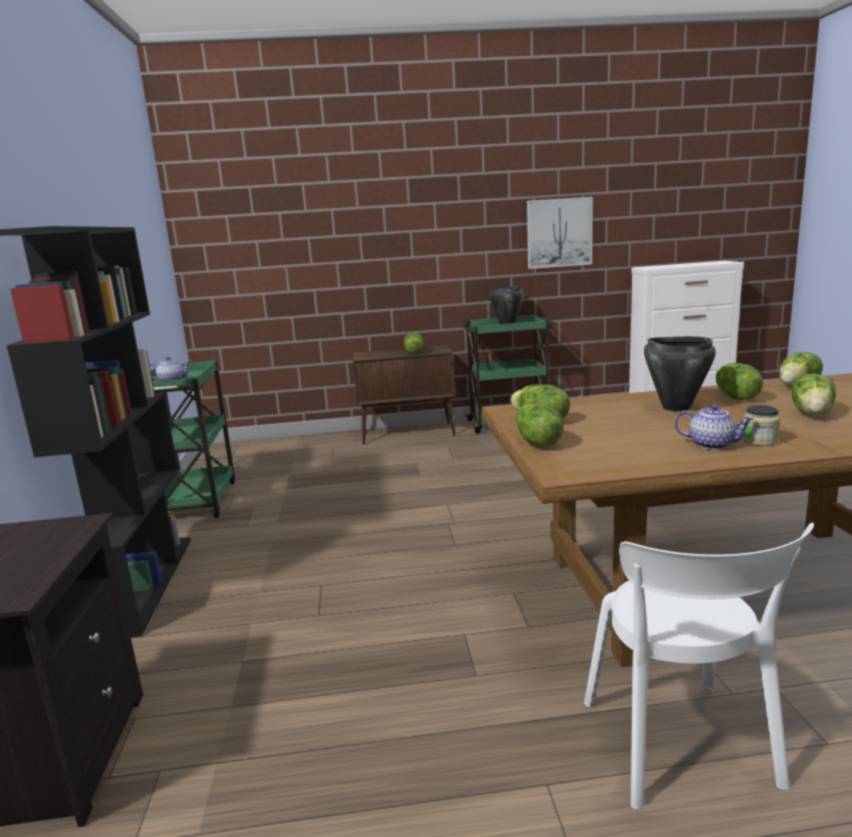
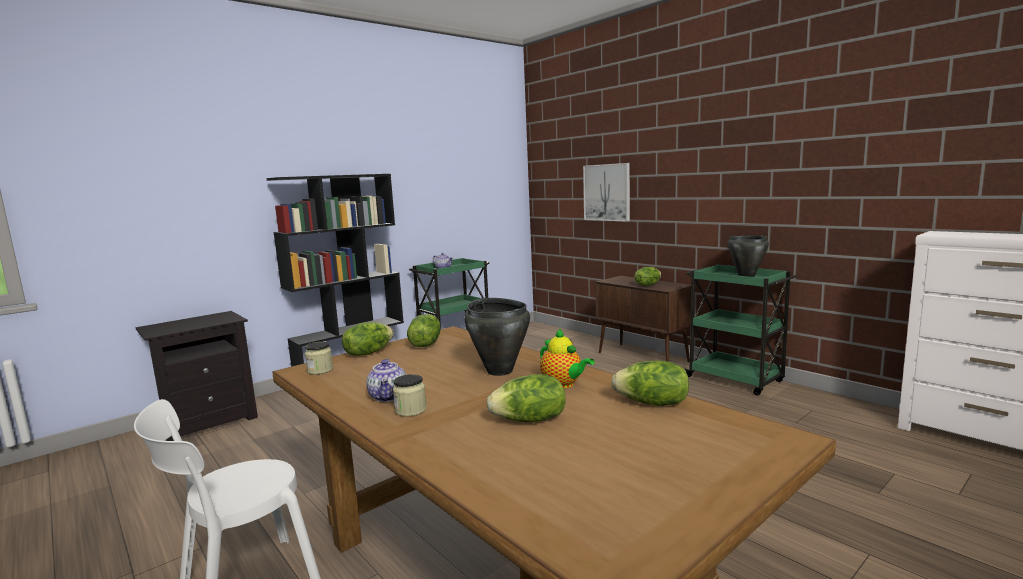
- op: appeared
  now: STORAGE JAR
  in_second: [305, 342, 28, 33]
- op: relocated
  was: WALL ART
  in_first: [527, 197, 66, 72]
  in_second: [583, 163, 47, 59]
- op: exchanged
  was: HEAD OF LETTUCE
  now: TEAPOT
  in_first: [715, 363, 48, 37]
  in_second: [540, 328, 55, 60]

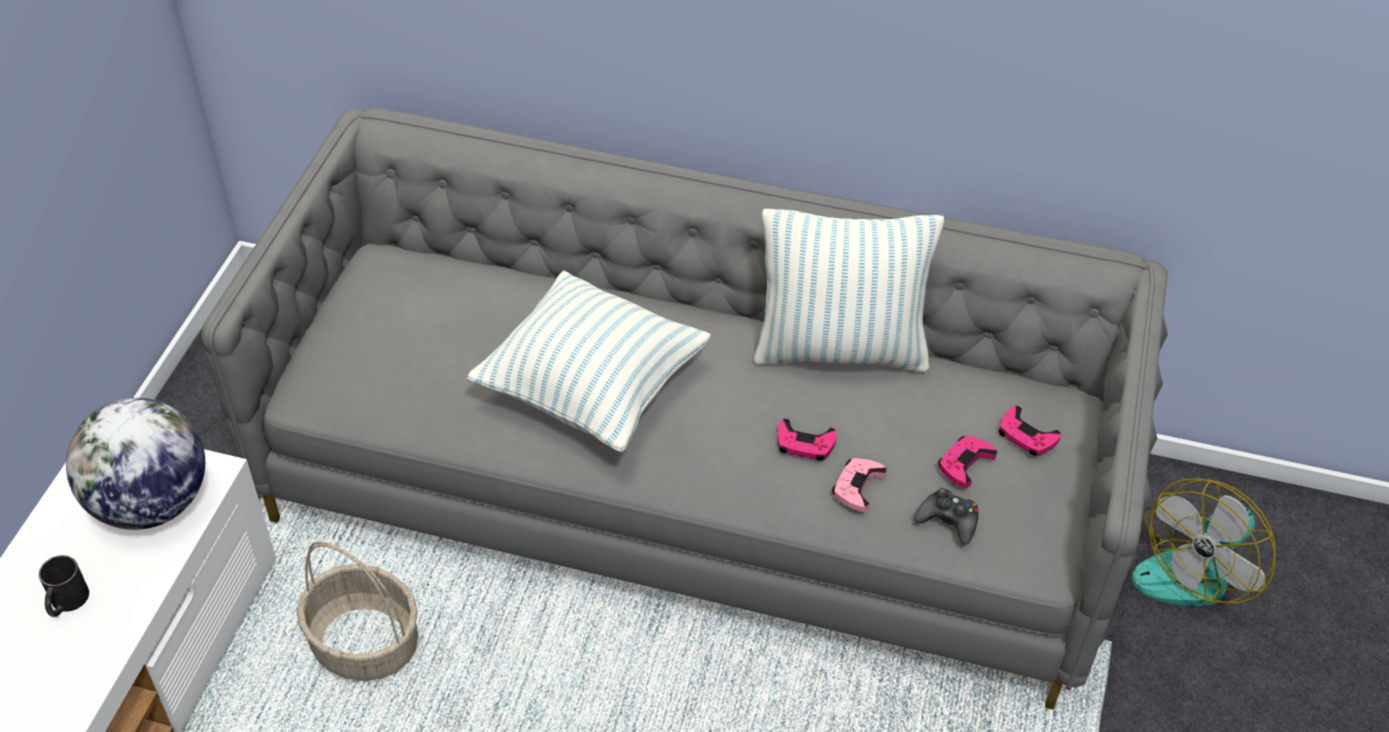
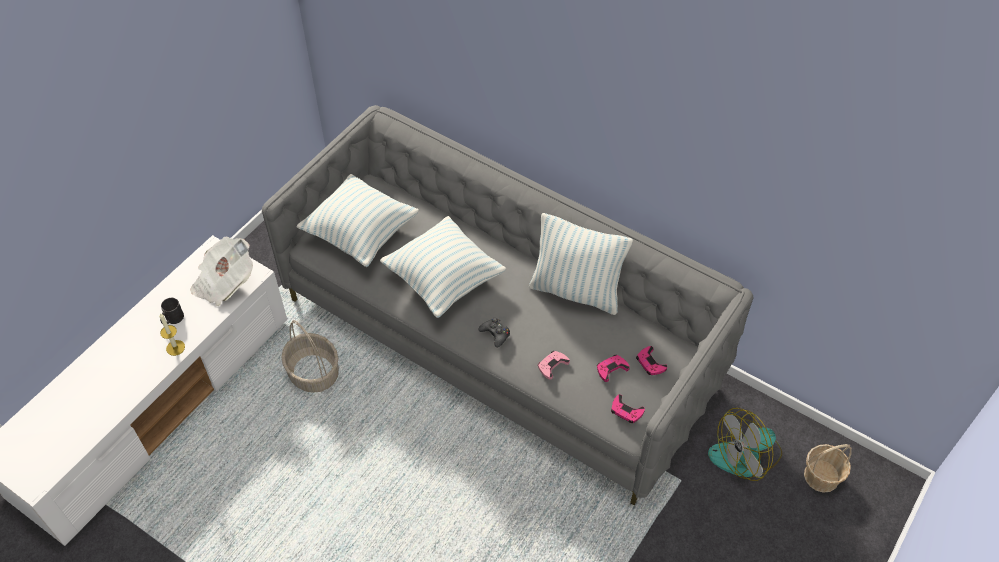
- op: appeared
  now: WAX LIGHT
  in_second: [159, 313, 26, 43]
- op: appeared
  now: PILLOW
  in_second: [297, 174, 122, 93]
- op: appeared
  now: STORAGE BASKET
  in_second: [804, 444, 48, 49]
- op: relocated
  was: PINK-COLOURED JOYPAD
  in_first: [777, 418, 60, 43]
  in_second: [611, 394, 34, 29]
- op: relocated
  was: BLACK-COLOURED JOYPAD
  in_first: [914, 488, 64, 56]
  in_second: [478, 318, 32, 30]
- op: exchanged
  was: GLOBE
  now: NEWSPAPER
  in_first: [66, 398, 139, 132]
  in_second: [190, 236, 63, 70]

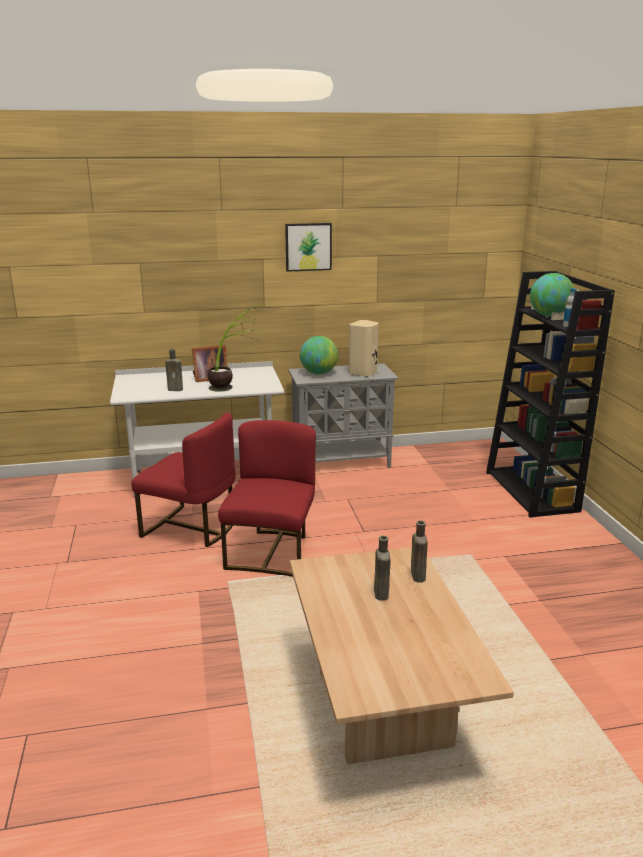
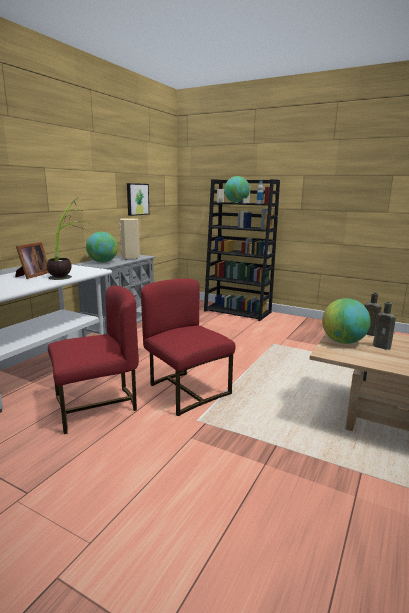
- op: missing
  was: BROWNISH BEVERAGE BOTTLE
  in_first: [166, 349, 17, 42]
- op: appeared
  now: GLOBE
  in_second: [322, 298, 49, 46]
- op: relocated
  was: WALL ART
  in_first: [285, 223, 47, 49]
  in_second: [127, 183, 22, 33]

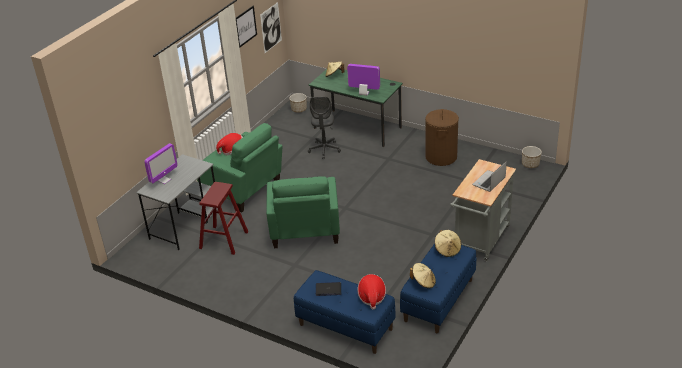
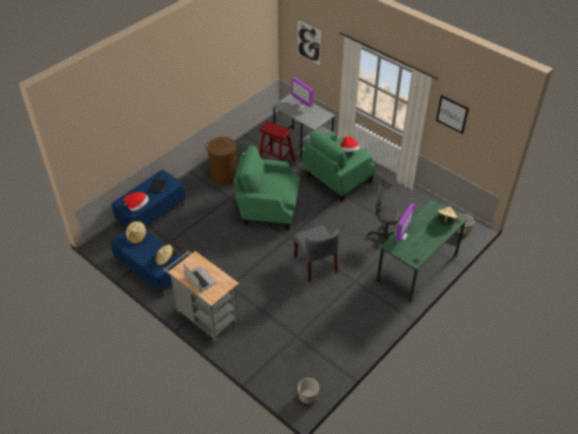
- op: appeared
  now: GRAY CHAIR
  in_second: [293, 226, 46, 56]
- op: relocated
  was: WALL ART
  in_first: [260, 2, 22, 51]
  in_second: [298, 20, 23, 45]
- op: relocated
  was: BROWNISH LAUNDRY BASKET
  in_first: [425, 109, 34, 57]
  in_second: [205, 137, 34, 48]

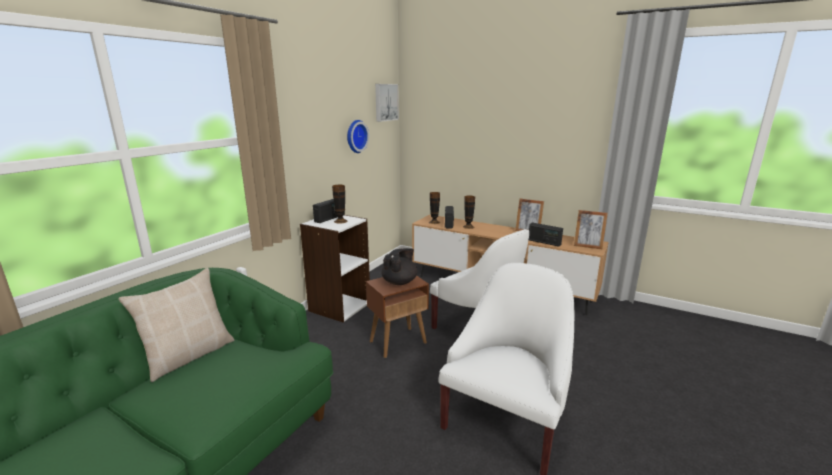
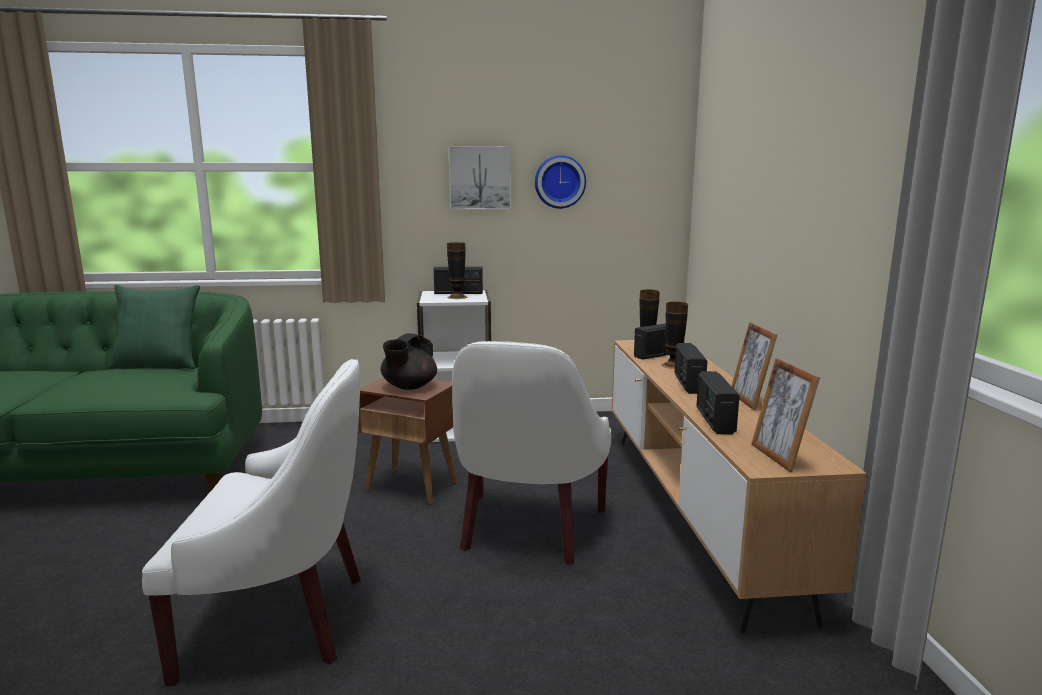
- op: appeared
  now: RADIO
  in_second: [674, 343, 34, 51]
- op: relocated
  was: WALL ART
  in_first: [375, 84, 24, 38]
  in_second: [449, 146, 62, 64]
- op: colour
  was: BEIGE PILLOW
  now: GREEN PILLOW
  in_first: [119, 268, 115, 114]
  in_second: [109, 285, 91, 84]
- op: spun
  was: BLACK-COLOURED TEAPOT
  in_first: [382, 248, 35, 37]
  in_second: [381, 333, 56, 57]
  clockwise: 120

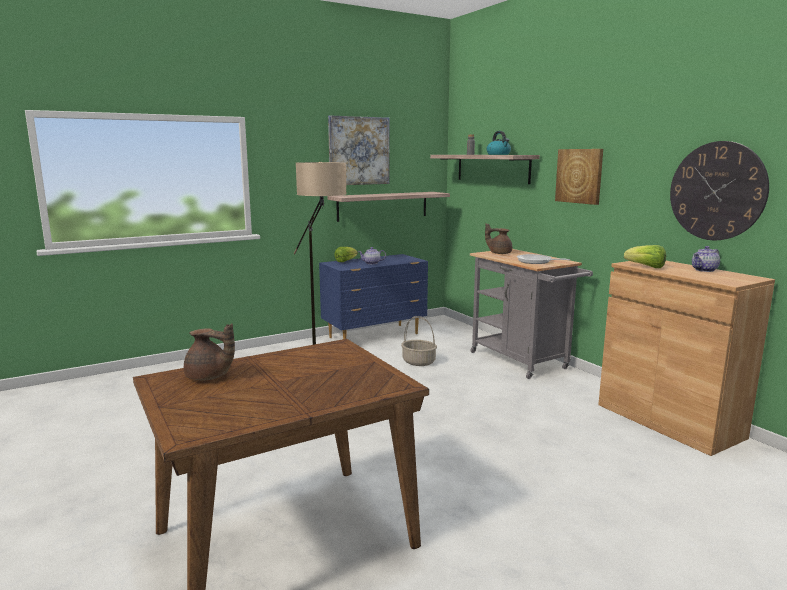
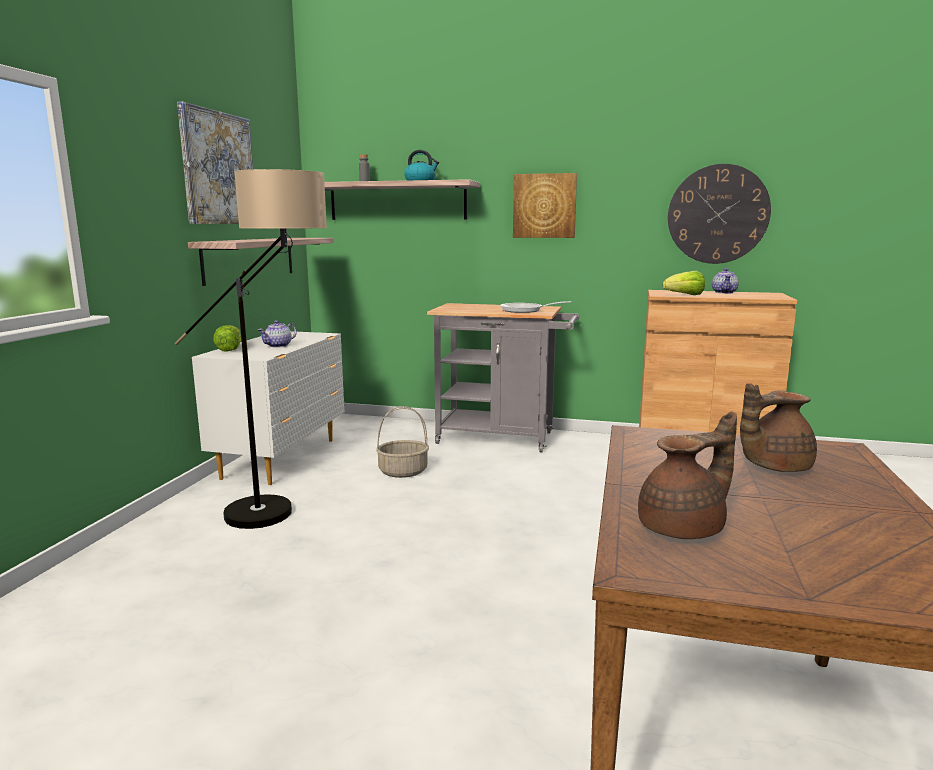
- op: relocated
  was: BROWNISH TEAPOT
  in_first: [485, 223, 27, 31]
  in_second: [740, 383, 77, 89]
- op: colour
  was: BLUE-COLOURED CHEST OF DRAWERS
  now: WHITE-COLOURED CHEST OF DRAWERS
  in_first: [319, 254, 109, 85]
  in_second: [192, 331, 153, 154]

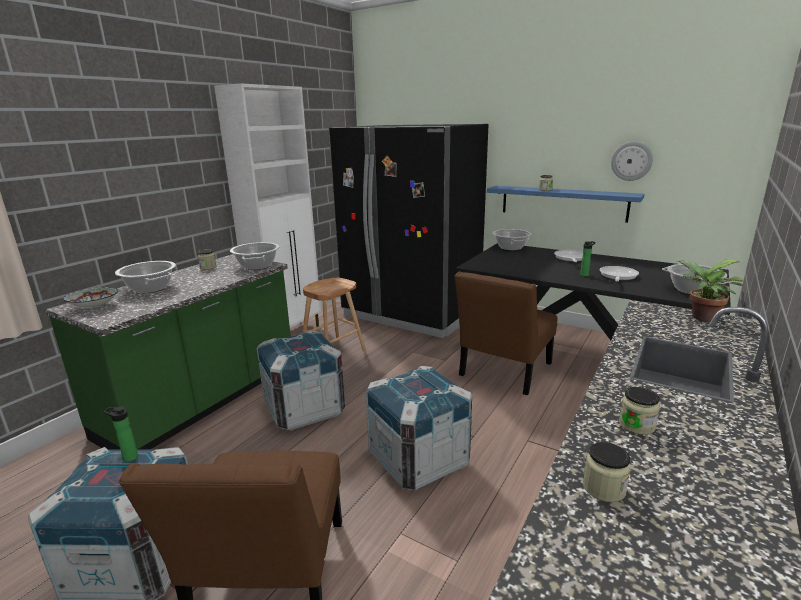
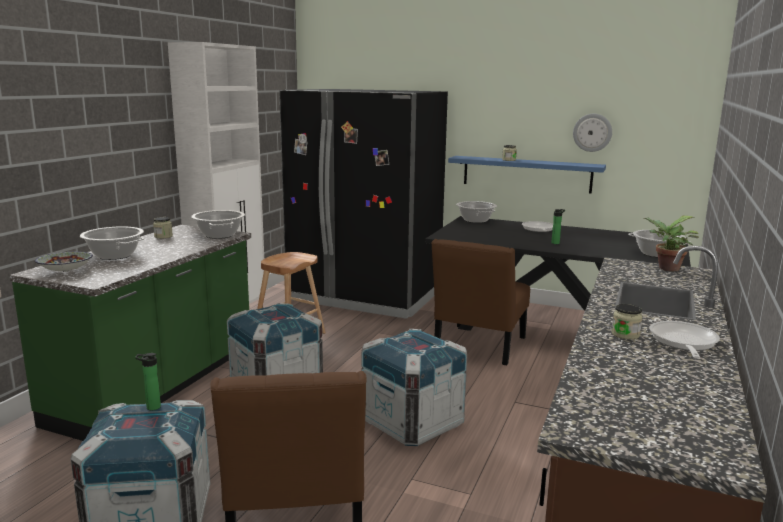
- op: missing
  was: STORAGE JAR
  in_first: [583, 442, 48, 60]
- op: relocated
  was: PAN
  in_first: [599, 266, 40, 15]
  in_second: [649, 321, 71, 38]

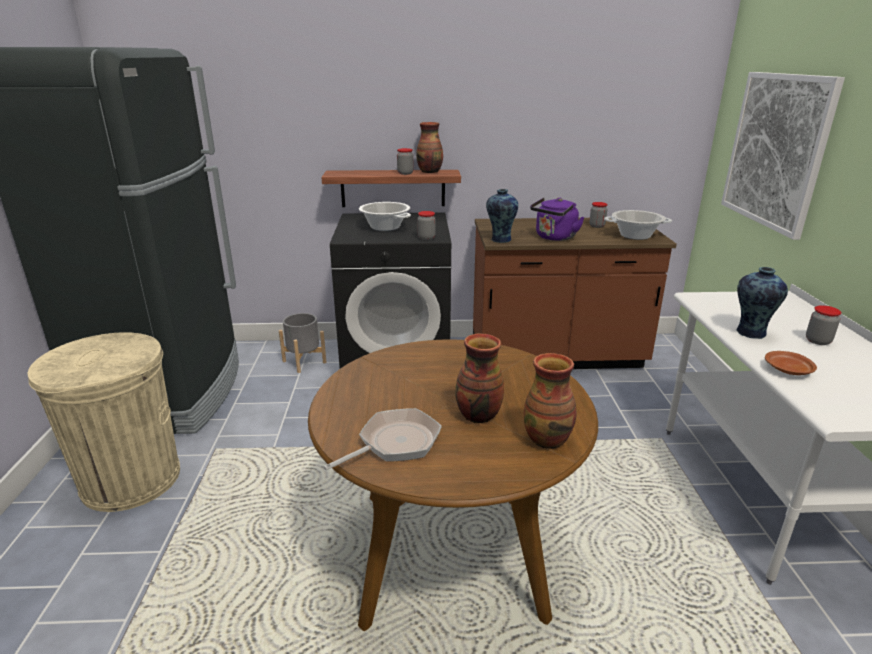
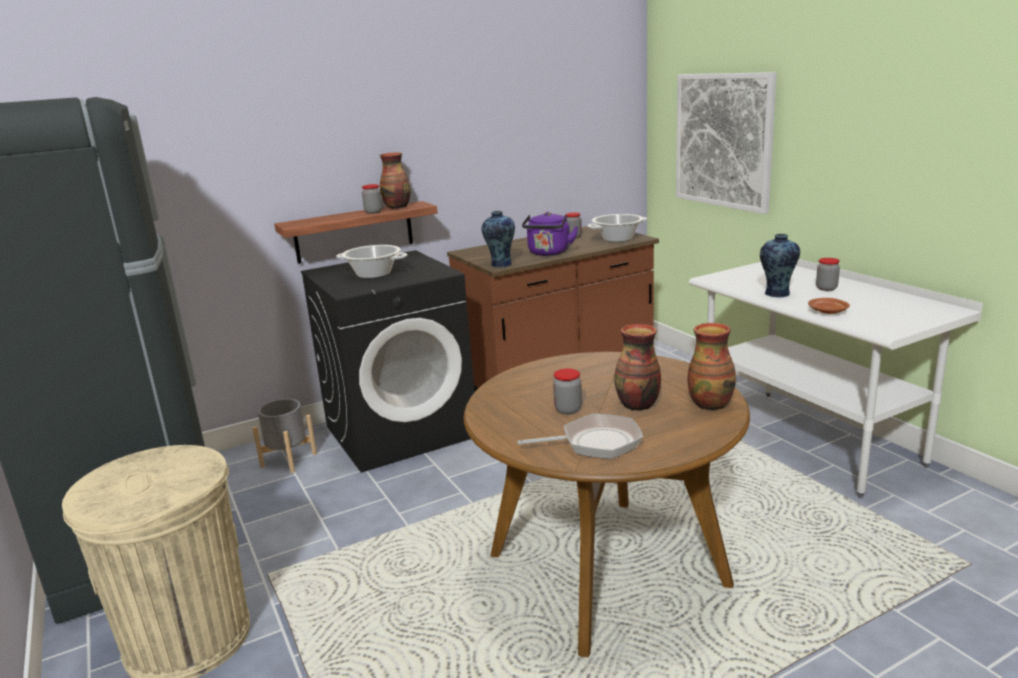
- op: relocated
  was: STORAGE JAR
  in_first: [417, 211, 19, 29]
  in_second: [553, 368, 29, 46]
- op: spun
  was: PAN
  in_first: [324, 408, 118, 62]
  in_second: [518, 413, 125, 46]
  clockwise: 60

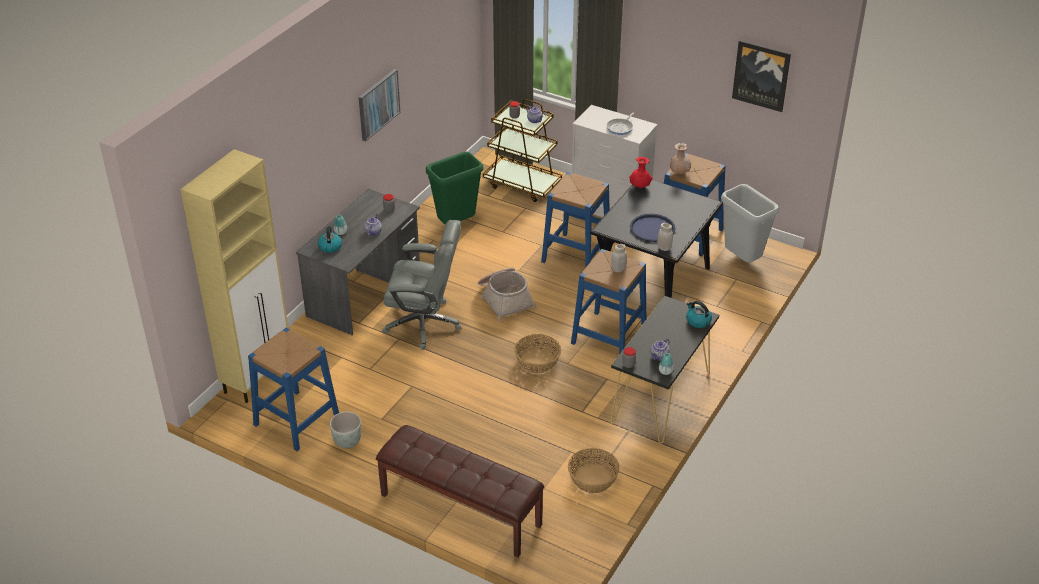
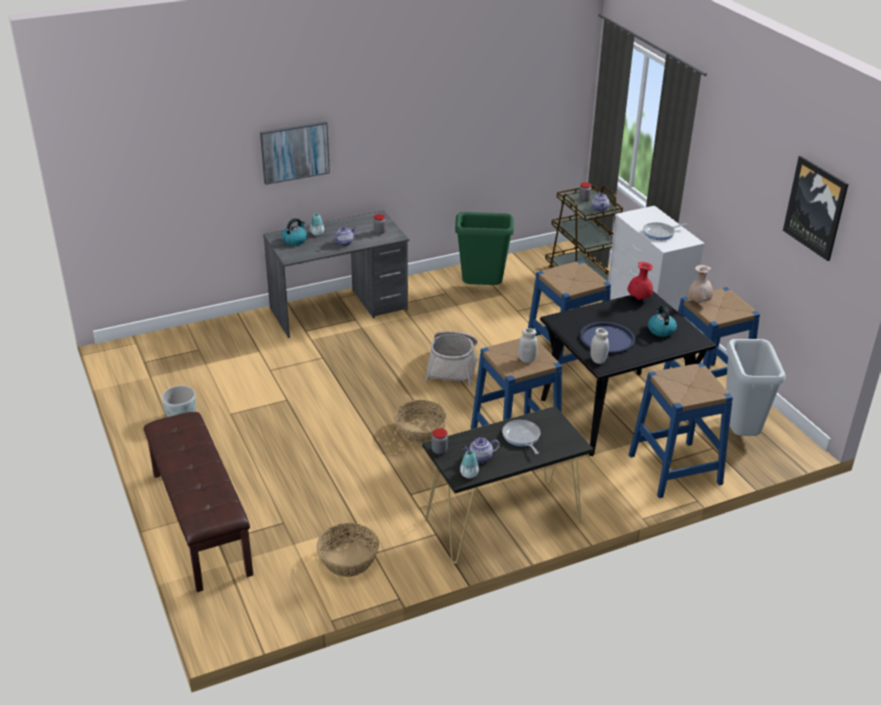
- op: missing
  was: BEIGE STORAGE CABINET
  in_first: [180, 149, 108, 254]
- op: missing
  was: GRAY OFFICE CHAIR
  in_first: [382, 220, 79, 130]
- op: appeared
  now: PAN
  in_second: [502, 420, 39, 34]
- op: relocated
  was: BLUE-COLOURED STOOL SEAT
  in_first: [248, 328, 91, 123]
  in_second: [629, 363, 104, 135]
- op: relocated
  was: WALL ART
  in_first: [359, 69, 41, 72]
  in_second: [260, 121, 70, 64]
- op: relocated
  was: TEA KETTLE
  in_first: [686, 301, 26, 27]
  in_second: [648, 306, 29, 31]

